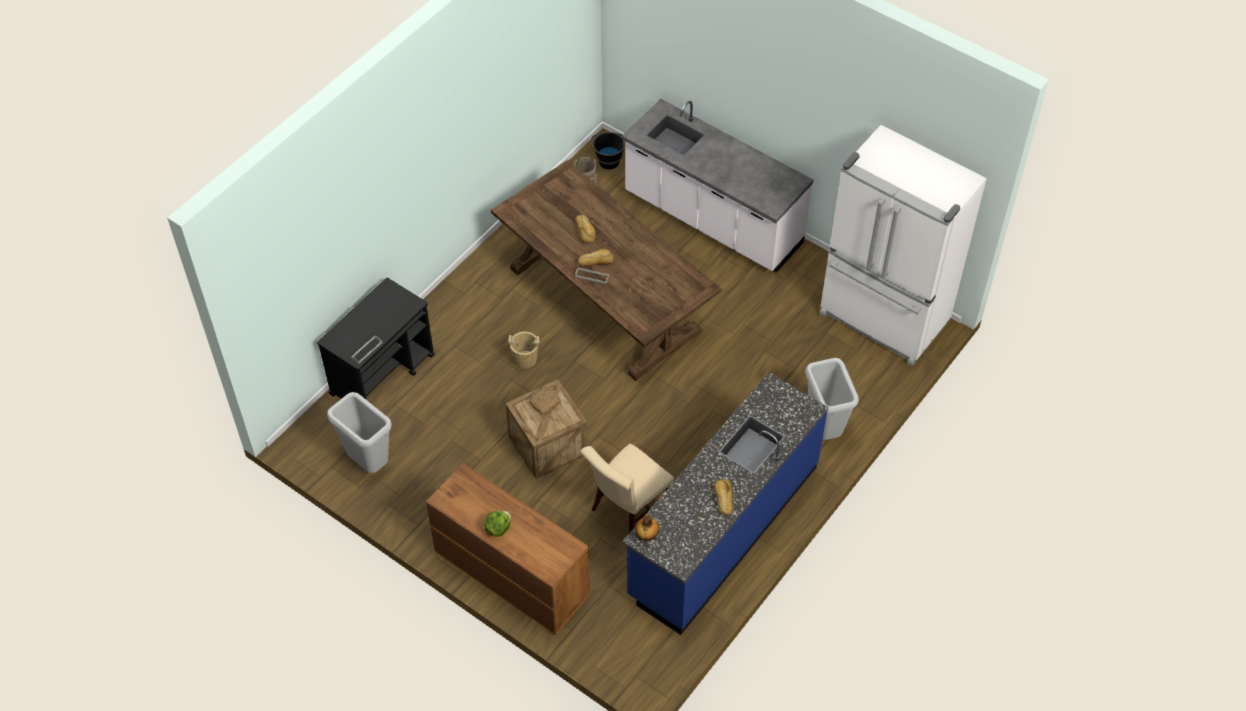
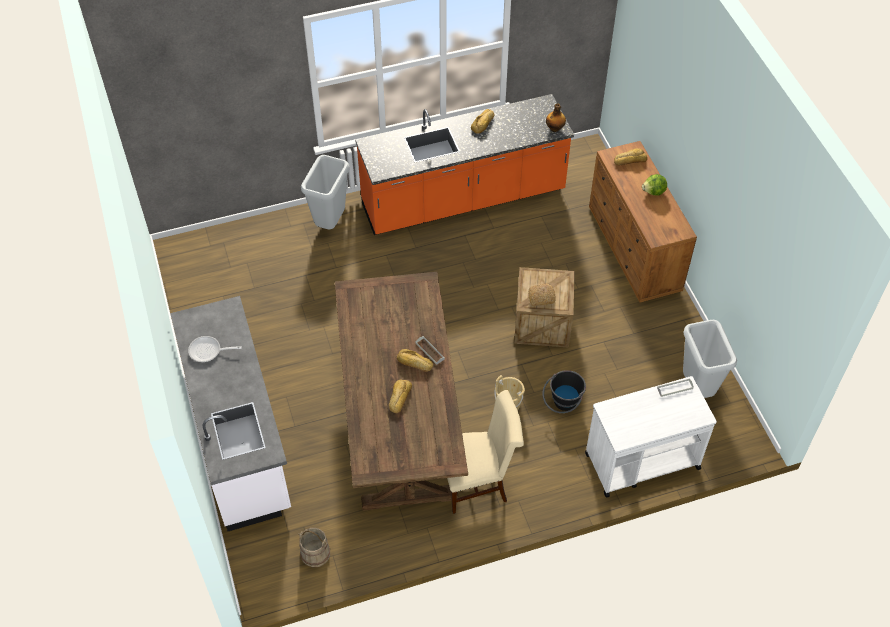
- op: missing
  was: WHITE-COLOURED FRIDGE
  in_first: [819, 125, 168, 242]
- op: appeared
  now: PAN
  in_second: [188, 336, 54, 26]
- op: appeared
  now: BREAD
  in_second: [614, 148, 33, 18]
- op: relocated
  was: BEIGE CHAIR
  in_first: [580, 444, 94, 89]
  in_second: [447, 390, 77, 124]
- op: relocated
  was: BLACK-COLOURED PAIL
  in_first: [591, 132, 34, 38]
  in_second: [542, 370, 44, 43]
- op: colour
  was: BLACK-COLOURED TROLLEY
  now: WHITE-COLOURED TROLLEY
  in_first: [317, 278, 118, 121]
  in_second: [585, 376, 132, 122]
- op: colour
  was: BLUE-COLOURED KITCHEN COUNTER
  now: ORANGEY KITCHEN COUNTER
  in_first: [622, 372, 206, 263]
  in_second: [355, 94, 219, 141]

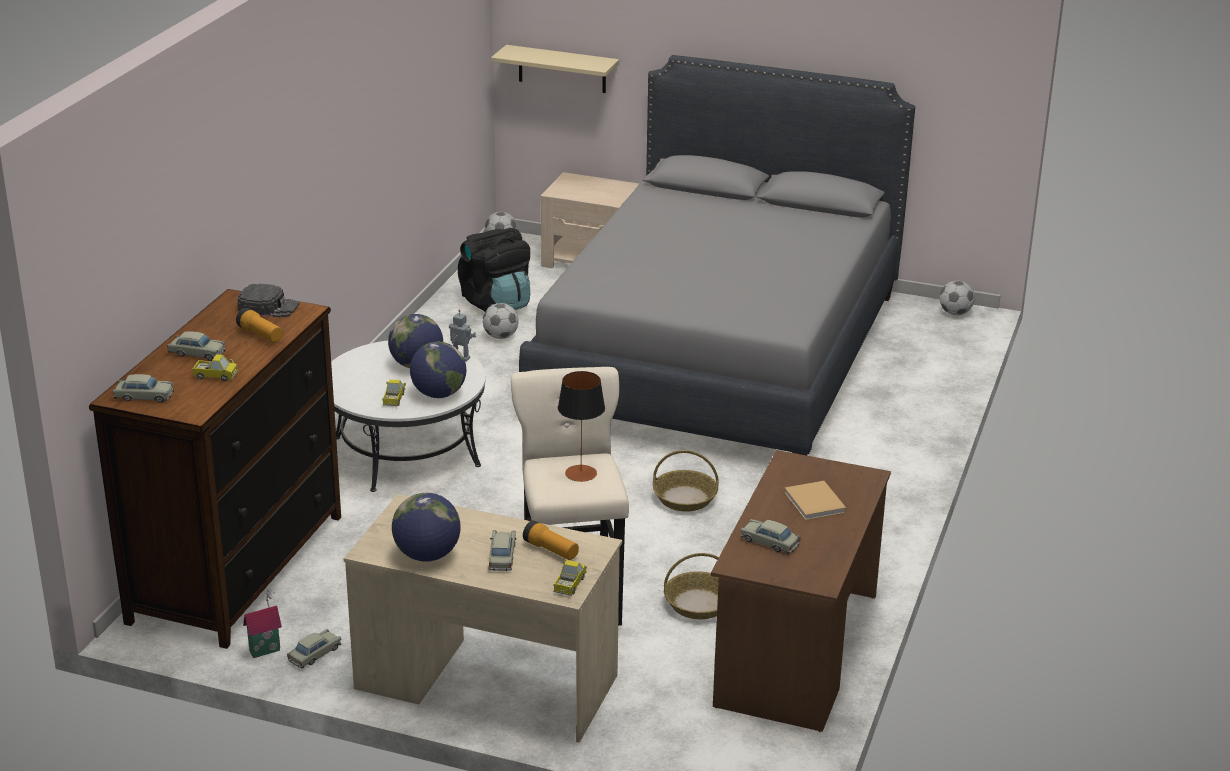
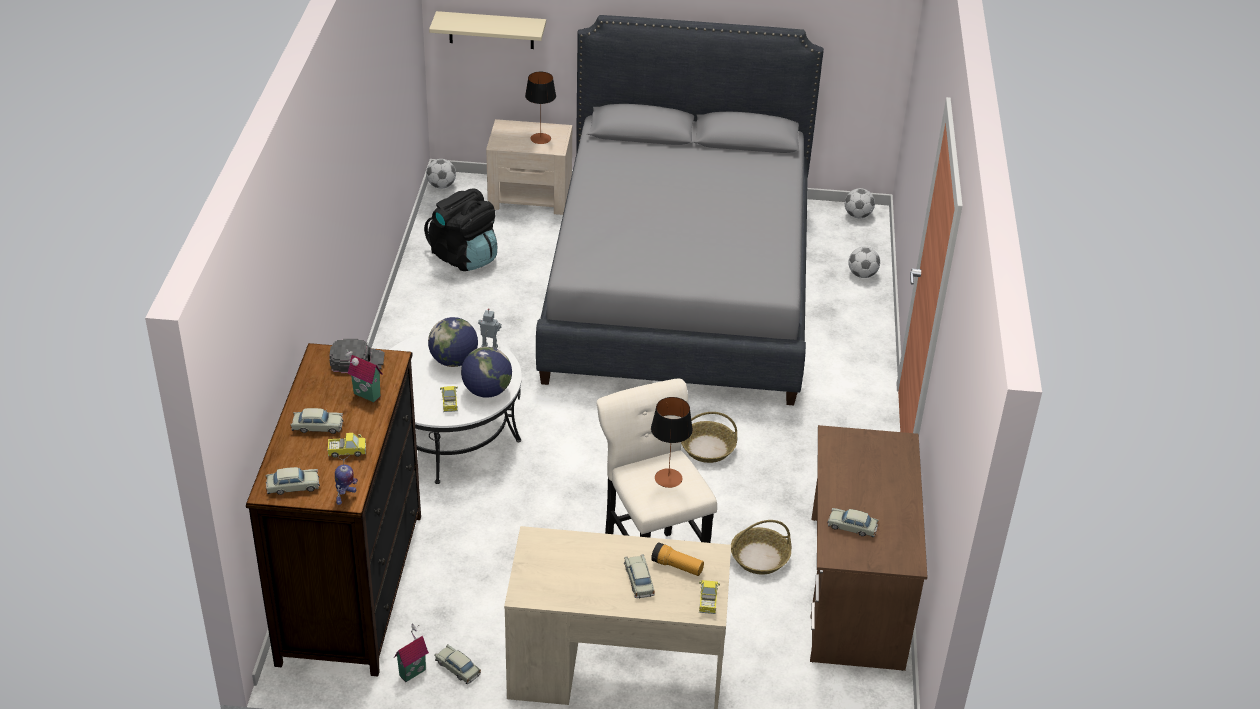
- op: missing
  was: GLOBE
  in_first: [392, 493, 69, 69]
- op: missing
  was: BEIGE BOUND BOOK
  in_first: [784, 481, 62, 39]
- op: appeared
  now: ROBOT FIGURE
  in_second: [335, 453, 23, 52]
- op: appeared
  now: LAMP FOR A TABLE
  in_second: [525, 72, 31, 72]
- op: relocated
  was: FOOTBALL BALL
  in_first: [483, 303, 36, 36]
  in_second: [848, 247, 32, 31]
- op: exchanged
  was: TORCH
  now: MODEL HOUSE
  in_first: [236, 308, 47, 35]
  in_second: [344, 351, 39, 51]
- op: spun
  was: BEIGE MINIATURE CAR
  in_first: [287, 629, 54, 39]
  in_second: [434, 644, 47, 40]
  clockwise: -75

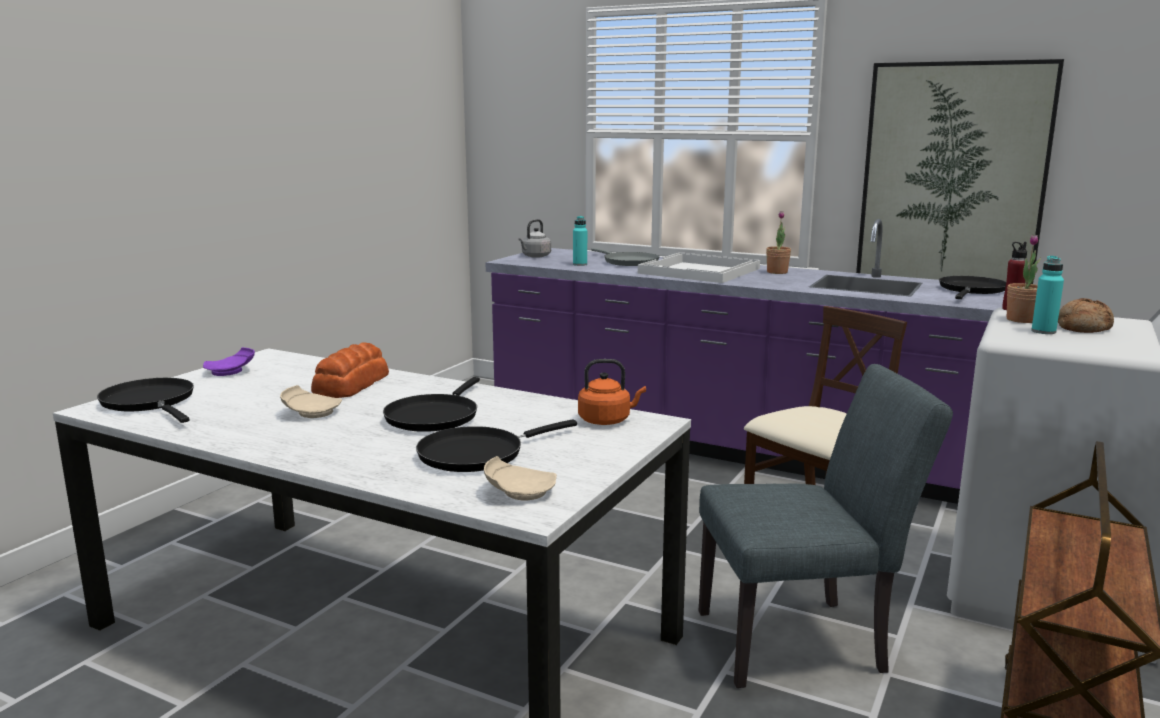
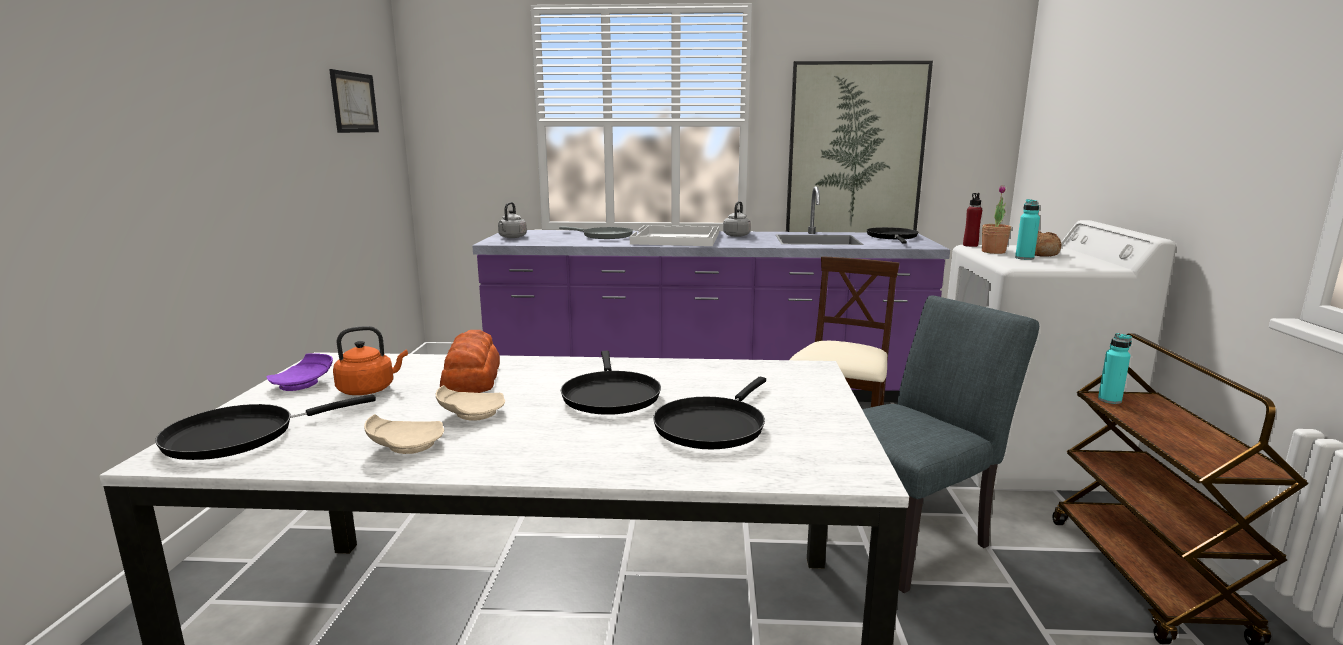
- op: appeared
  now: WALL ART
  in_second: [329, 69, 50, 64]
- op: relocated
  was: BEIGE DINNER PLATE
  in_first: [484, 456, 73, 45]
  in_second: [364, 414, 80, 40]
- op: relocated
  was: TURQUOISE BEVERAGE BOTTLE
  in_first: [573, 216, 14, 50]
  in_second: [1098, 333, 34, 71]
- op: relocated
  was: ORANGEY TEA KETTLE
  in_first: [578, 359, 68, 66]
  in_second: [333, 326, 75, 69]
- op: exchanged
  was: POTTED PLANT
  now: GRAY TEA KETTLE
  in_first: [766, 211, 25, 63]
  in_second: [723, 201, 28, 36]
- op: spun
  was: BLACK-COLOURED PAN
  in_first: [97, 378, 97, 45]
  in_second: [155, 394, 221, 66]
  clockwise: -60

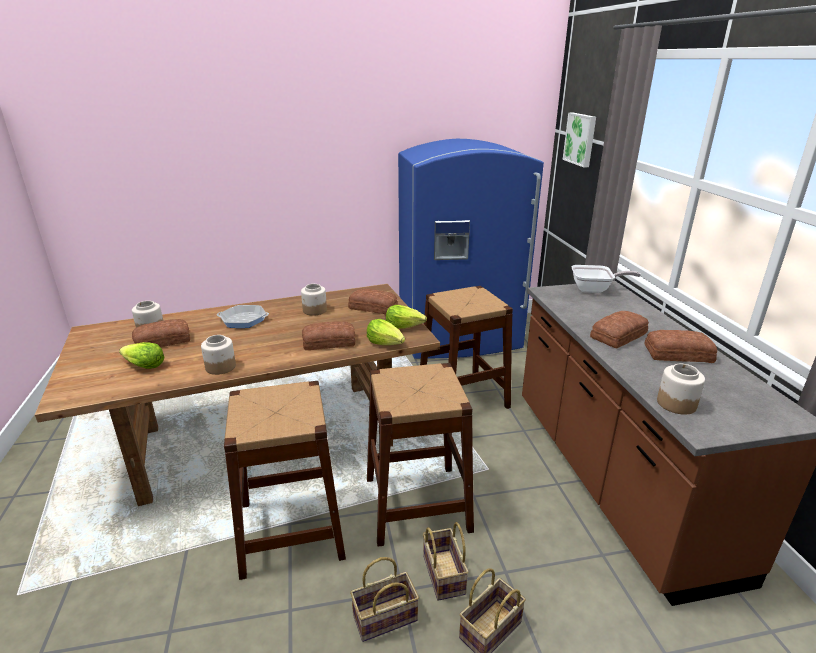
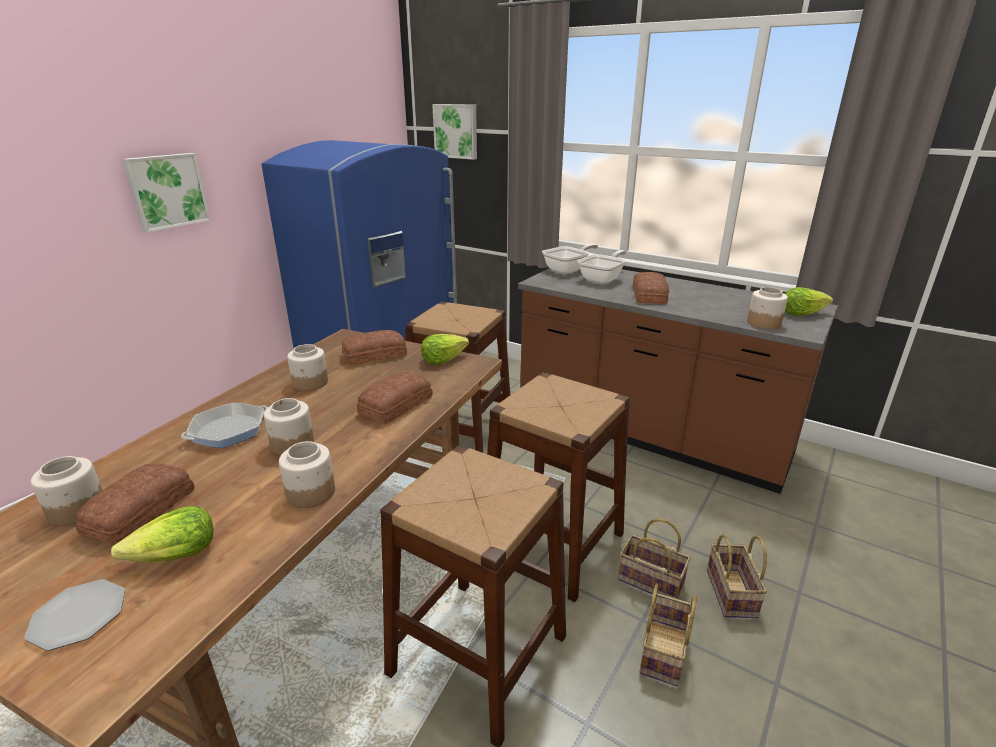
- op: missing
  was: BREAD
  in_first: [644, 330, 73, 33]
- op: appeared
  now: DINNER PLATE
  in_second: [24, 580, 101, 70]
- op: appeared
  now: WALL ART
  in_second: [123, 153, 88, 79]
- op: appeared
  now: STORAGE JAR
  in_second: [264, 398, 50, 57]
- op: appeared
  now: PAN
  in_second: [578, 250, 48, 34]
- op: relocated
  was: HEAD OF LETTUCE
  in_first: [367, 319, 38, 26]
  in_second: [785, 287, 48, 29]

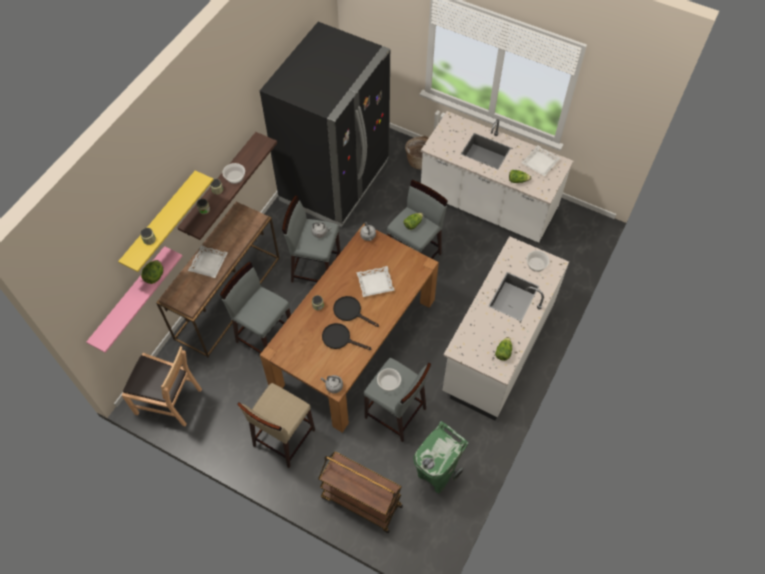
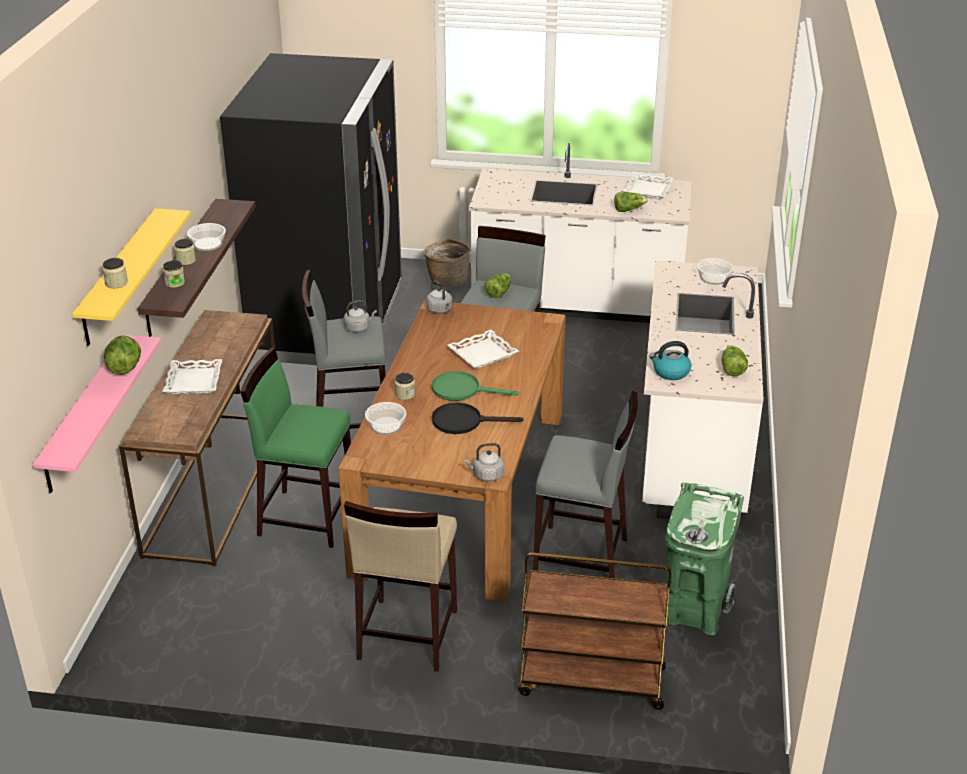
- op: missing
  was: BROWNISH CHAIR
  in_first: [122, 346, 80, 81]
- op: appeared
  now: TEA KETTLE
  in_second: [649, 341, 42, 39]
- op: relocated
  was: DEEP DISH
  in_first: [377, 368, 24, 23]
  in_second: [365, 402, 42, 33]
- op: colour
  was: GRAY STOOL SEAT
  now: GREEN STOOL SEAT
  in_first: [220, 262, 71, 92]
  in_second: [240, 348, 111, 200]
- op: colour
  was: BLACK-COLOURED PAN
  now: GREEN PAN
  in_first: [333, 296, 46, 31]
  in_second: [432, 371, 87, 30]

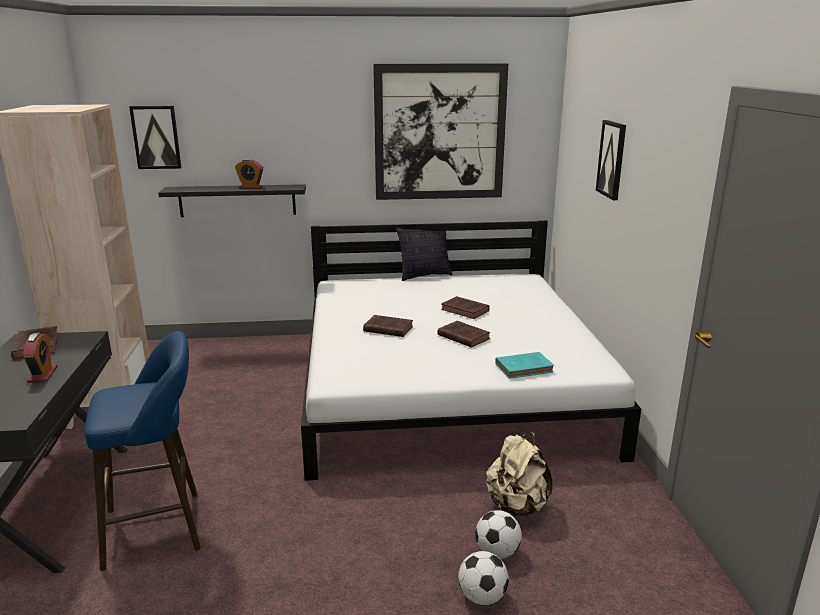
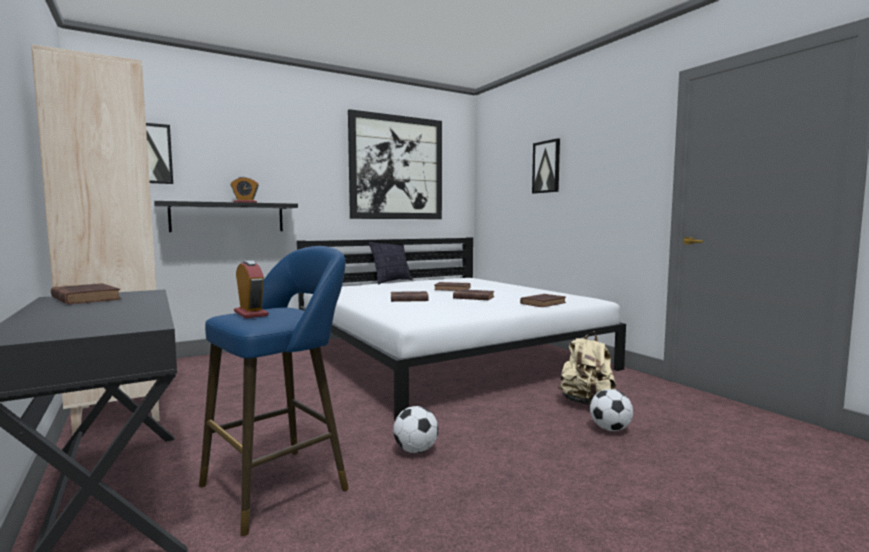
- op: relocated
  was: TABLE CLOCK
  in_first: [23, 333, 35, 50]
  in_second: [234, 260, 35, 58]
- op: relocated
  was: FOOTBALL BALL
  in_first: [458, 551, 51, 54]
  in_second: [393, 406, 45, 47]
- op: colour
  was: TURQUOISE BOUND BOOK
  now: BROWNISH BOUND BOOK
  in_first: [495, 352, 59, 27]
  in_second: [520, 294, 46, 13]

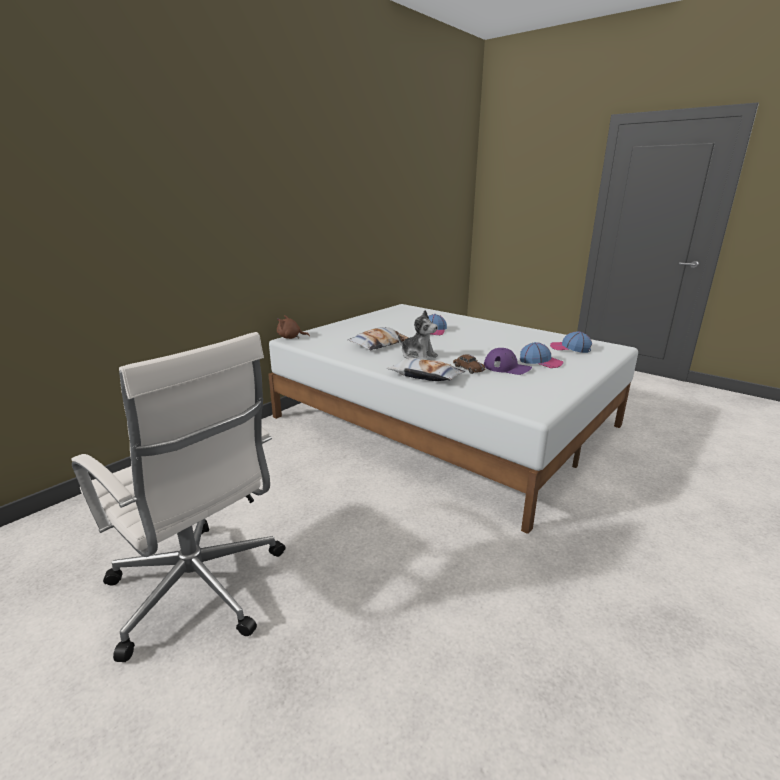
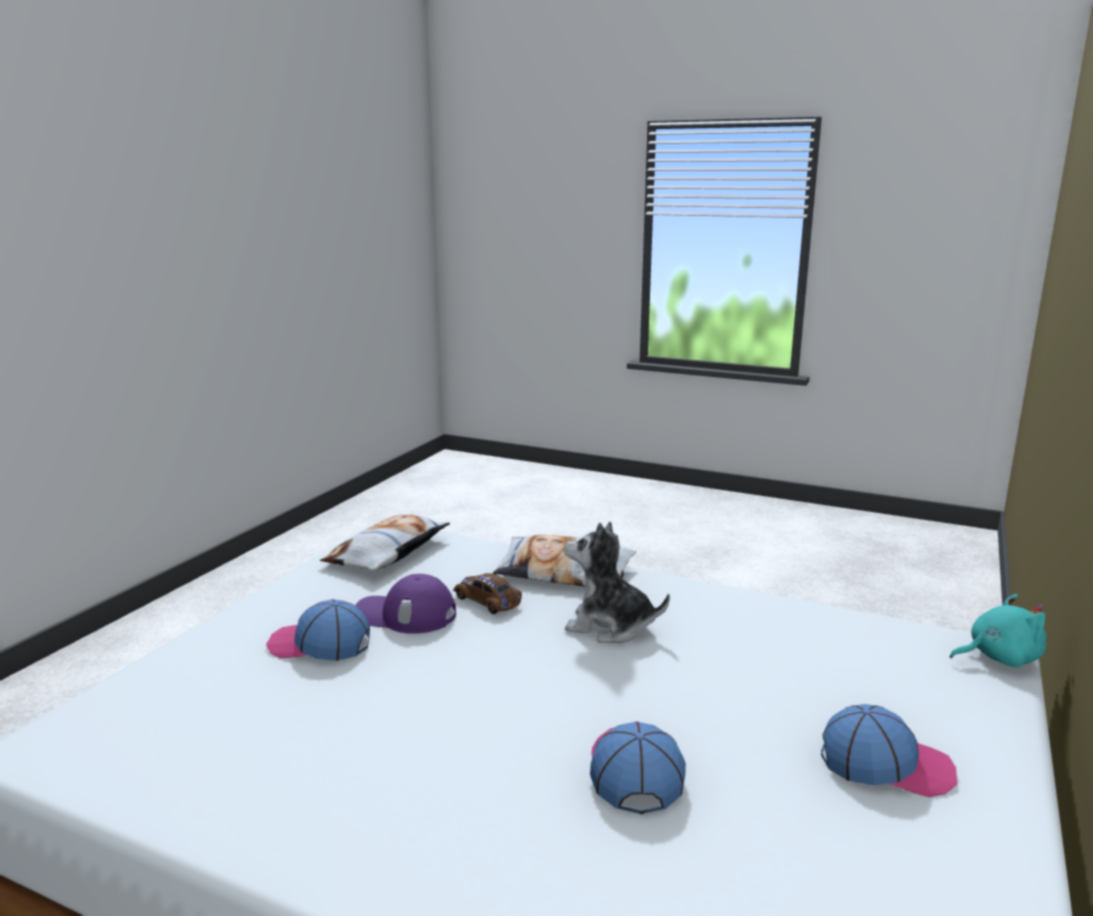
- op: missing
  was: WHITE-COLOURED OFFICE CHAIR
  in_first: [71, 332, 214, 330]
- op: relocated
  was: PILLOW
  in_first: [347, 327, 61, 24]
  in_second: [320, 514, 130, 57]
- op: relocated
  was: CAP
  in_first: [550, 332, 42, 21]
  in_second: [821, 704, 136, 93]
- op: colour
  was: BROWNISH CUDDLY TOY
  now: TURQUOISE CUDDLY TOY
  in_first: [277, 315, 33, 24]
  in_second: [950, 594, 97, 73]

